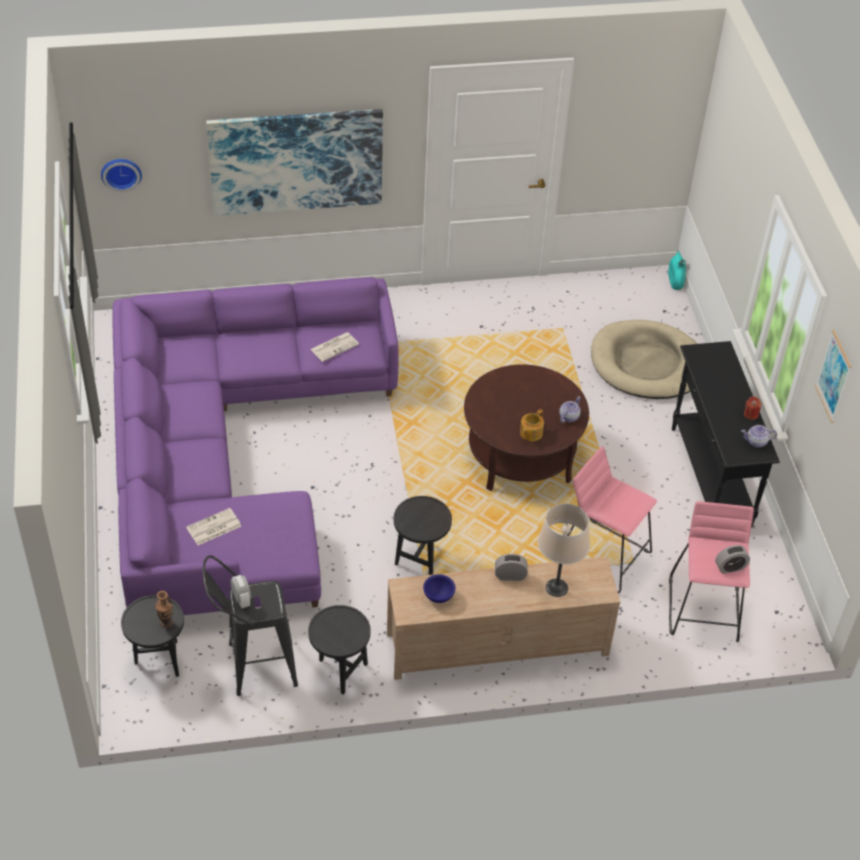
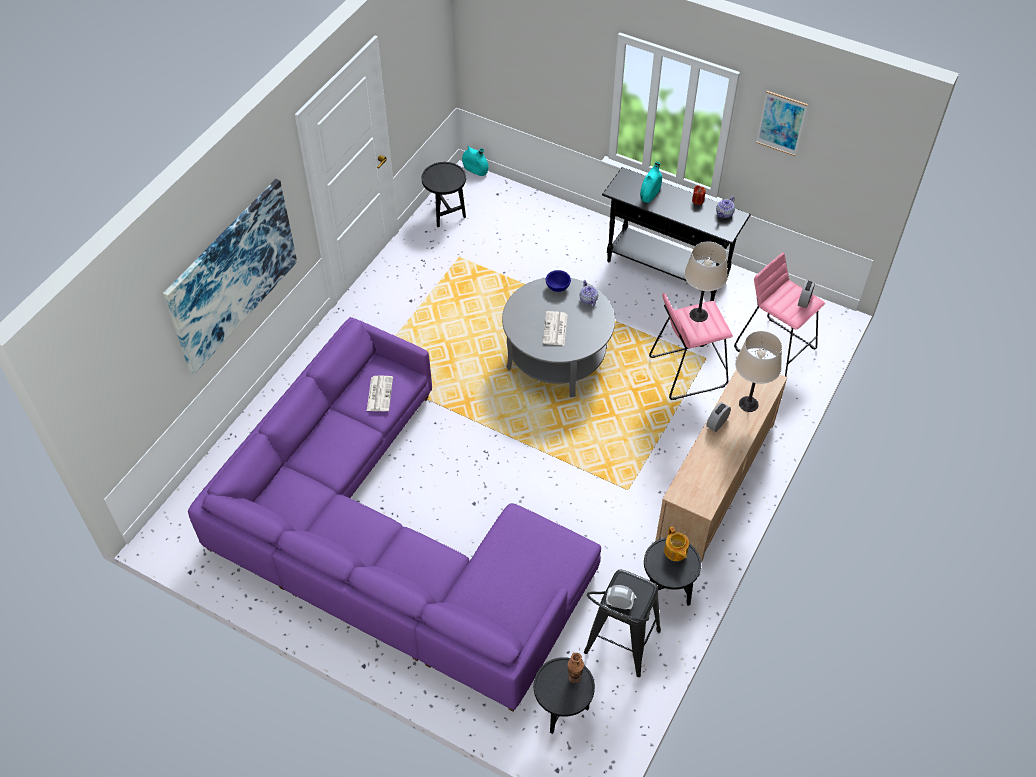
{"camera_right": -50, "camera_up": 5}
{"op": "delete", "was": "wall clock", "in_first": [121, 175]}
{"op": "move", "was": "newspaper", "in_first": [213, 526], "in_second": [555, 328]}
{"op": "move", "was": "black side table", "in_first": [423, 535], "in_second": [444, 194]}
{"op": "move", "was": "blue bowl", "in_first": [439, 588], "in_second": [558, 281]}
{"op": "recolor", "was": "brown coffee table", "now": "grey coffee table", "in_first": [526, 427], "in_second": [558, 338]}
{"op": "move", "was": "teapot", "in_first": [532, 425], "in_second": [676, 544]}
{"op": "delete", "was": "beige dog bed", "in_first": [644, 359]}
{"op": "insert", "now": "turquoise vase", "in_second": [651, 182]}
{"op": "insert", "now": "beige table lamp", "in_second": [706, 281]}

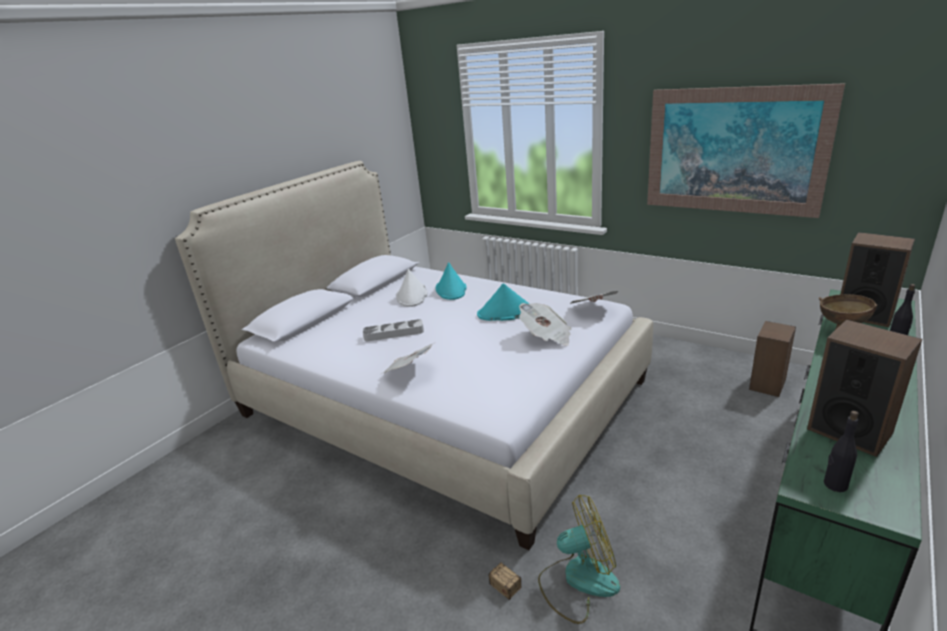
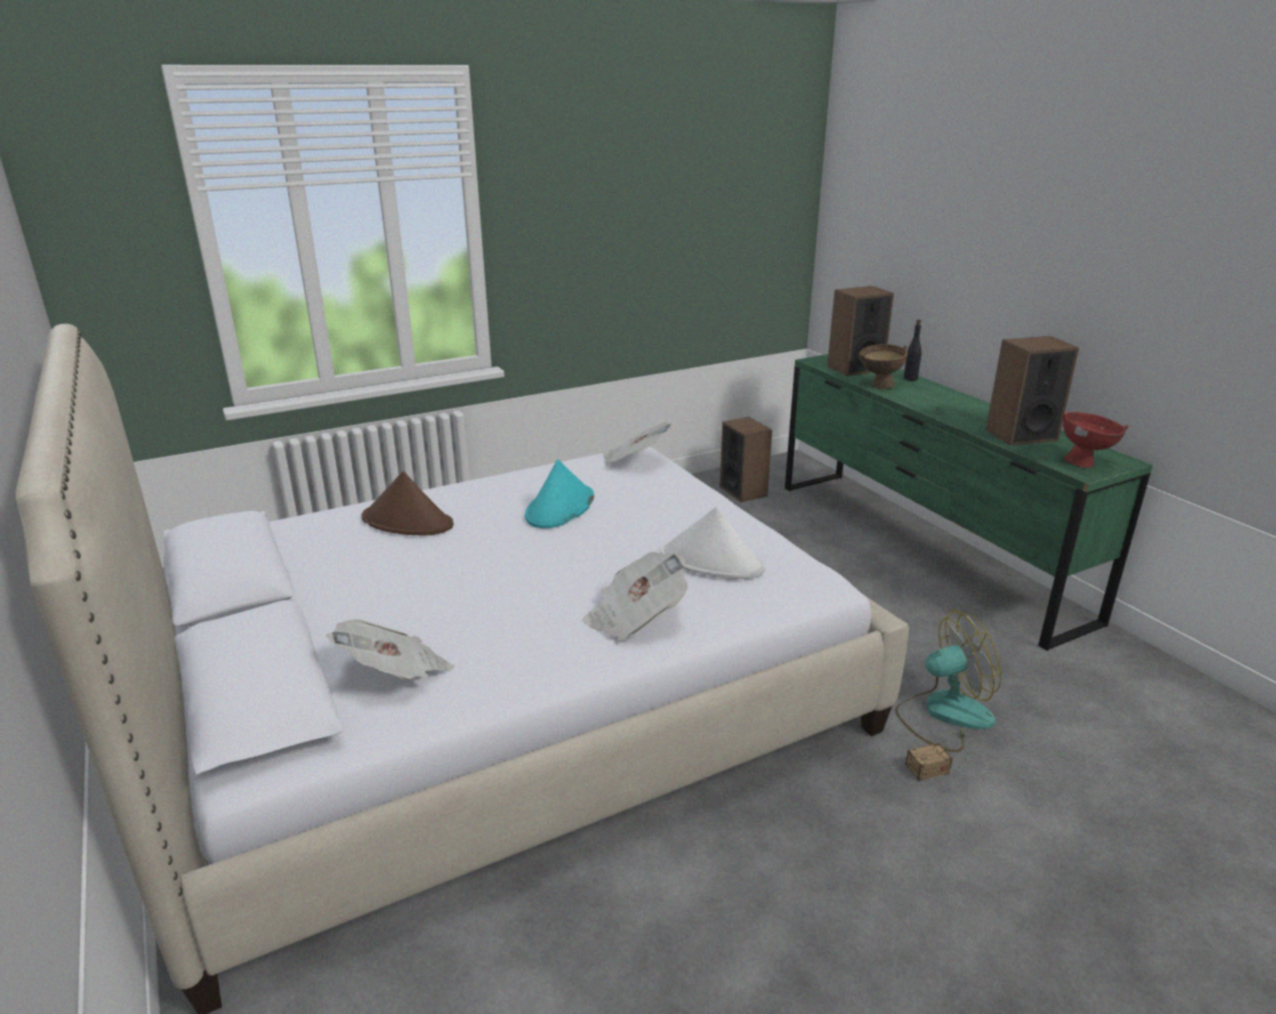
{"camera_right": -65, "camera_up": 0}
{"op": "delete", "was": "grey tray", "in_first": [393, 330]}
{"op": "move", "was": "white hat", "in_first": [412, 288], "in_second": [712, 543]}
{"op": "recolor", "was": "turquoise hat", "now": "brown hat", "in_first": [451, 281], "in_second": [407, 503]}
{"op": "move", "was": "newspaper", "in_first": [545, 324], "in_second": [390, 649]}
{"op": "rotate", "was": "fan", "in_first": [579, 559], "in_second": [948, 681], "clockwise": 60}
{"op": "delete", "was": "picture", "in_first": [746, 150]}
{"op": "replace", "was": "black bottle", "now": "red bowl", "in_first": [841, 451], "in_second": [1096, 440]}

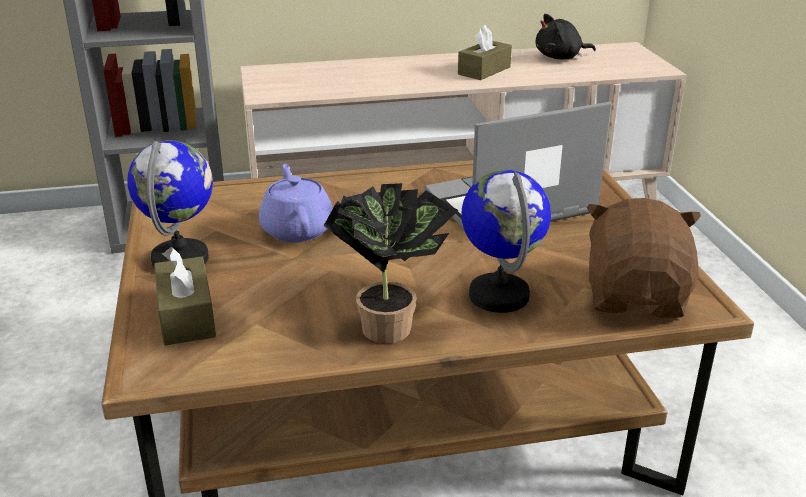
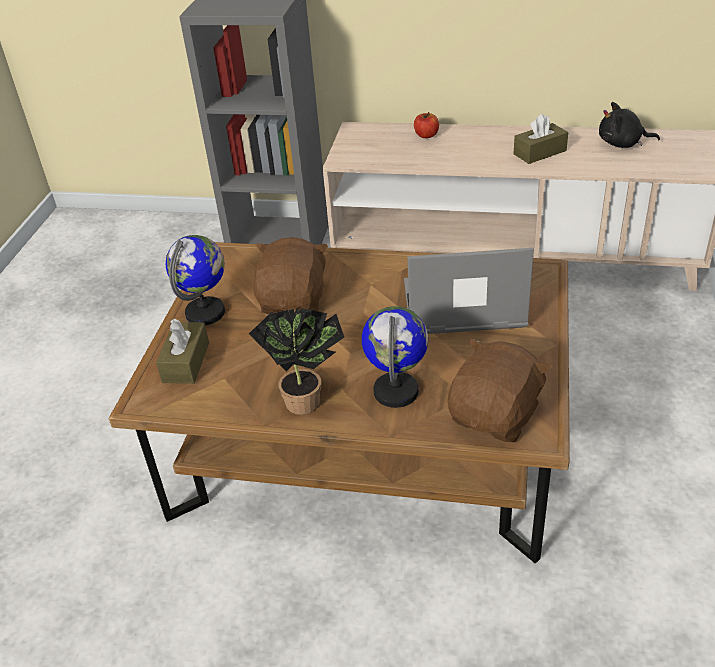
{"camera_right": 25, "camera_up": 10}
{"op": "replace", "was": "purple teapot", "now": "brown plush toy", "in_first": [296, 203], "in_second": [290, 275]}
{"op": "insert", "now": "apple", "in_second": [426, 125]}

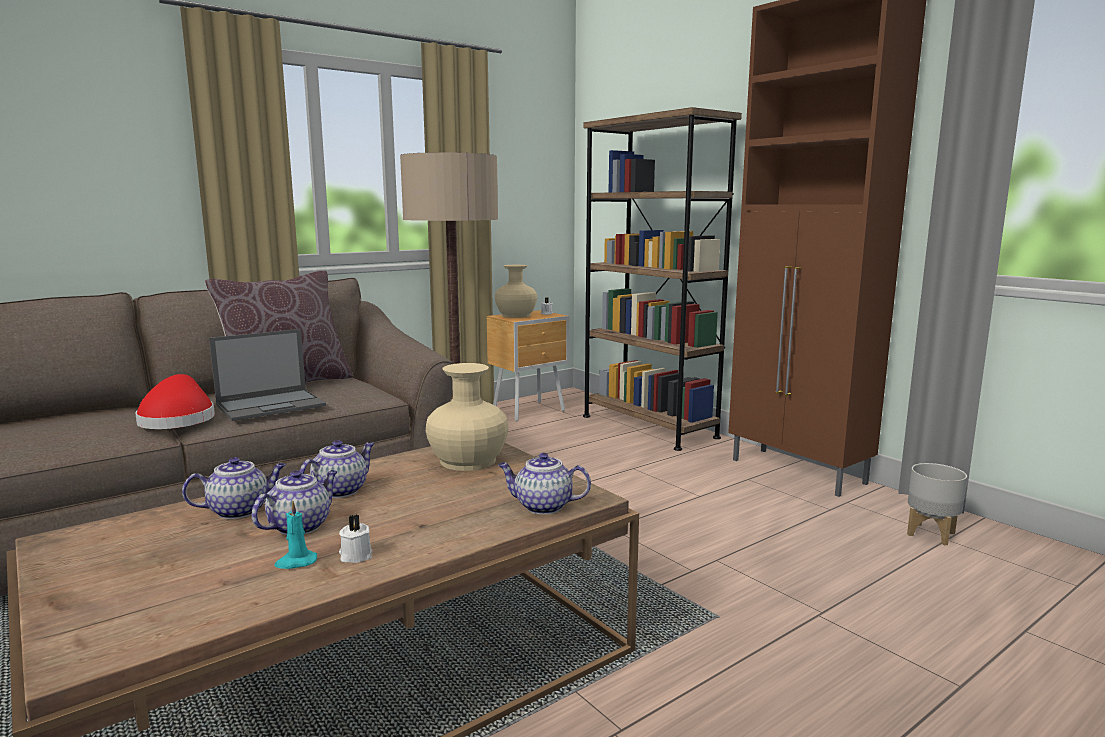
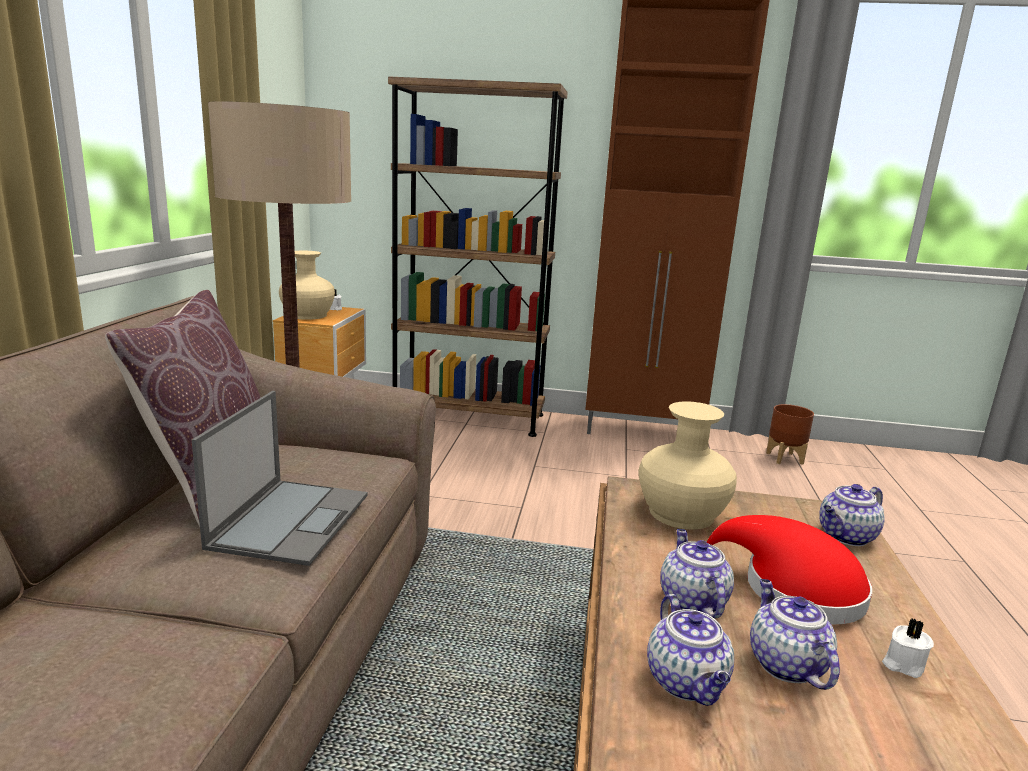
{"camera_right": -45, "camera_up": 5}
{"op": "move", "was": "red hat", "in_first": [175, 401], "in_second": [789, 569]}
{"op": "rotate", "was": "teapot", "in_first": [234, 488], "in_second": [690, 650], "clockwise": 150}
{"op": "delete", "was": "turquoise candle", "in_first": [296, 534]}
{"op": "recolor", "was": "grey planter", "now": "brown planter", "in_first": [937, 504], "in_second": [790, 434]}

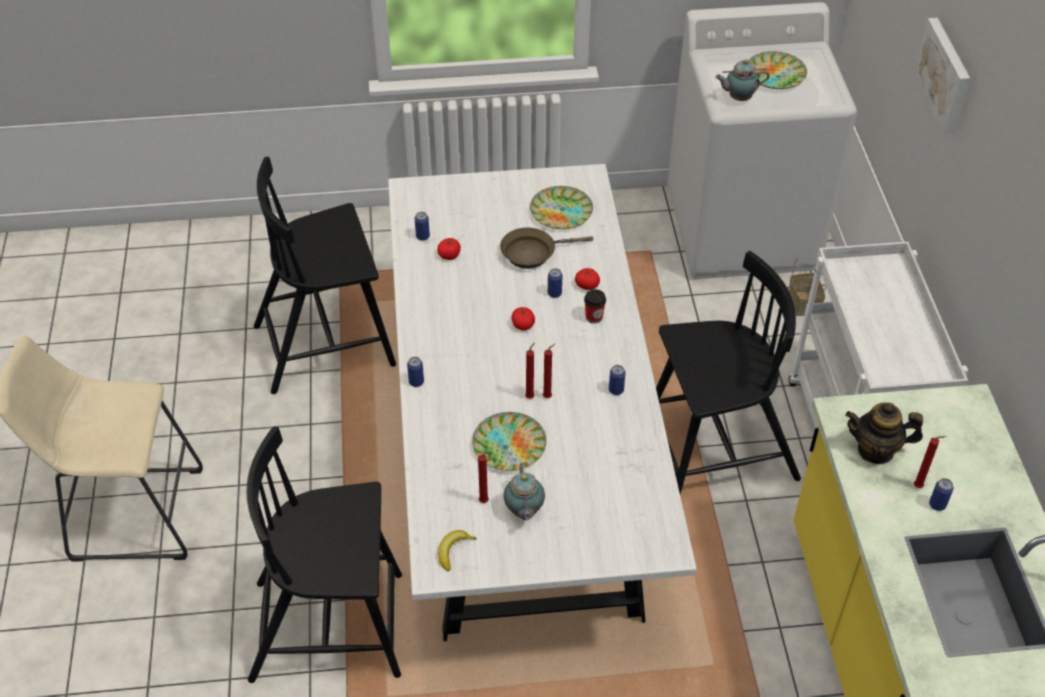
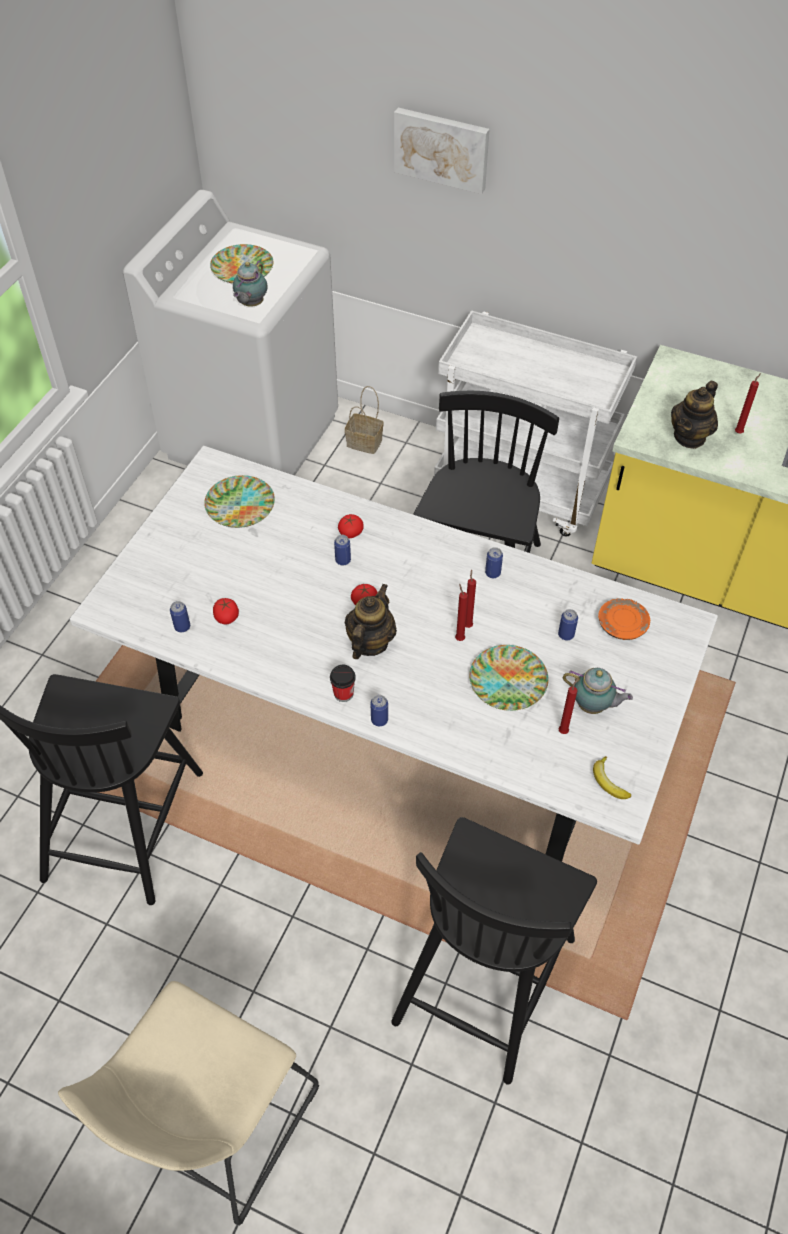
{"camera_right": -60, "camera_up": 5}
{"op": "delete", "was": "brown frying pan", "in_first": [546, 248]}
{"op": "move", "was": "cup", "in_first": [595, 306], "in_second": [343, 683]}
{"op": "move", "was": "can", "in_first": [941, 494], "in_second": [568, 624]}
{"op": "insert", "now": "teapot", "in_second": [371, 621]}
{"op": "insert", "now": "orange plate", "in_second": [624, 619]}

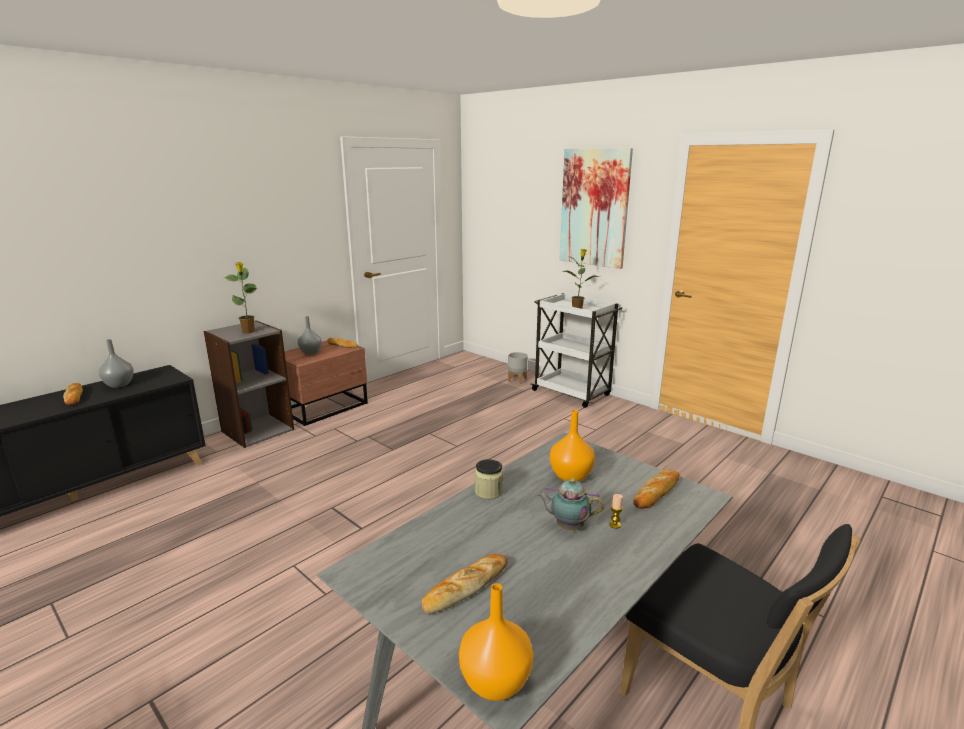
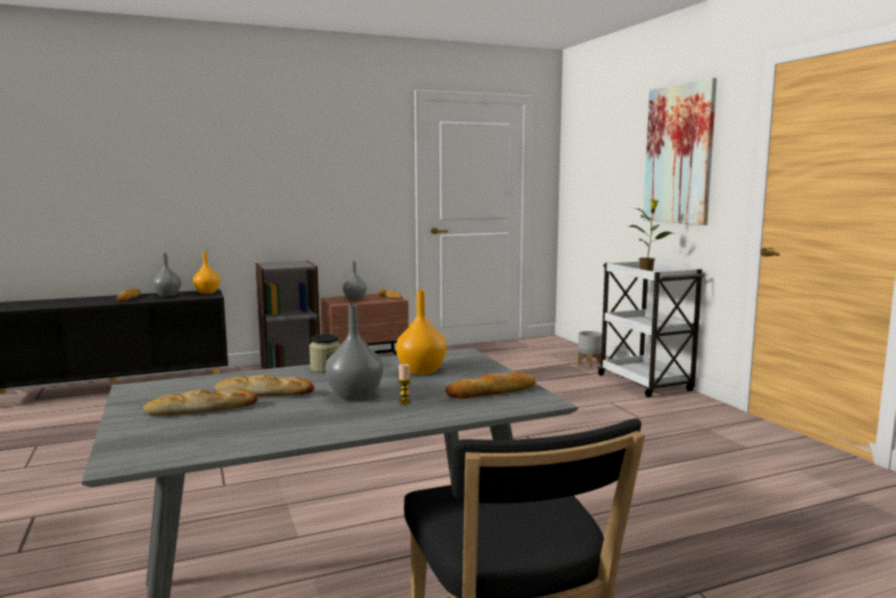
{"camera_right": 25, "camera_up": -10}
{"op": "delete", "was": "potted plant", "in_first": [240, 297]}
{"op": "move", "was": "orange vase", "in_first": [496, 642], "in_second": [206, 272]}
{"op": "replace", "was": "teapot", "now": "grey vase", "in_first": [570, 504], "in_second": [354, 353]}
{"op": "insert", "now": "bread", "in_second": [265, 385]}

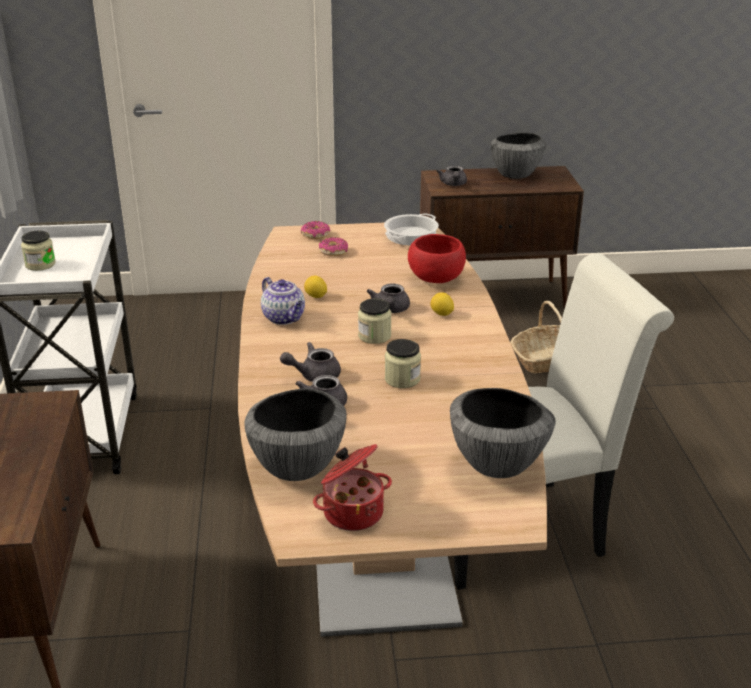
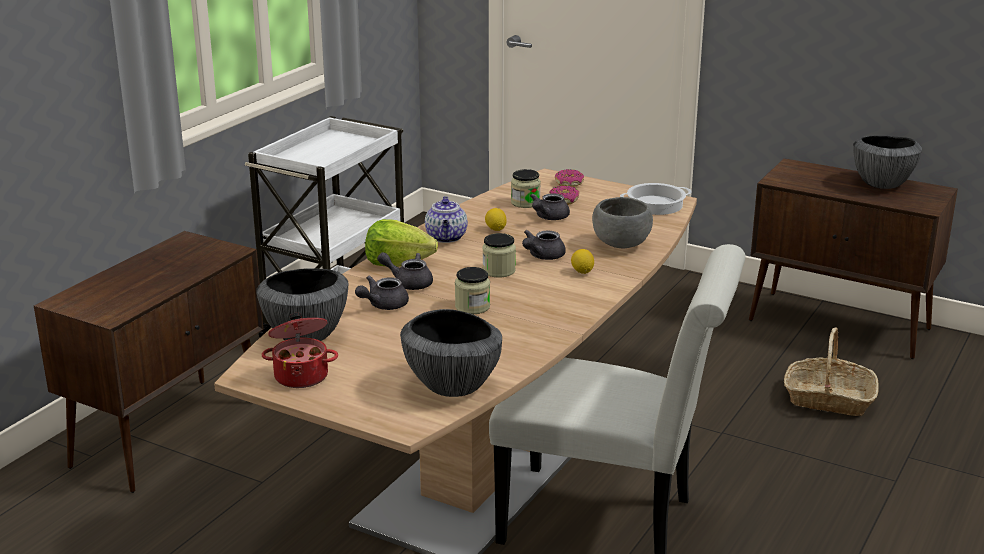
{"camera_right": 35, "camera_up": -5}
{"op": "move", "was": "jar", "in_first": [38, 251], "in_second": [526, 188]}
{"op": "recolor", "was": "red bowl", "now": "grey bowl", "in_first": [437, 258], "in_second": [622, 222]}
{"op": "move", "was": "grey teapot", "in_first": [452, 176], "in_second": [550, 206]}
{"op": "insert", "now": "lettuce", "in_second": [401, 243]}

